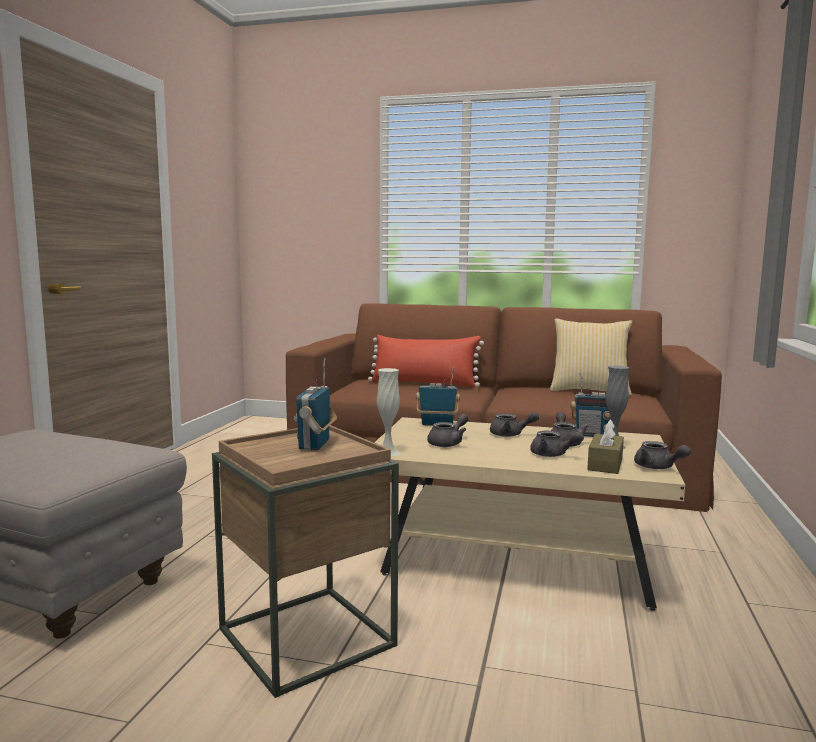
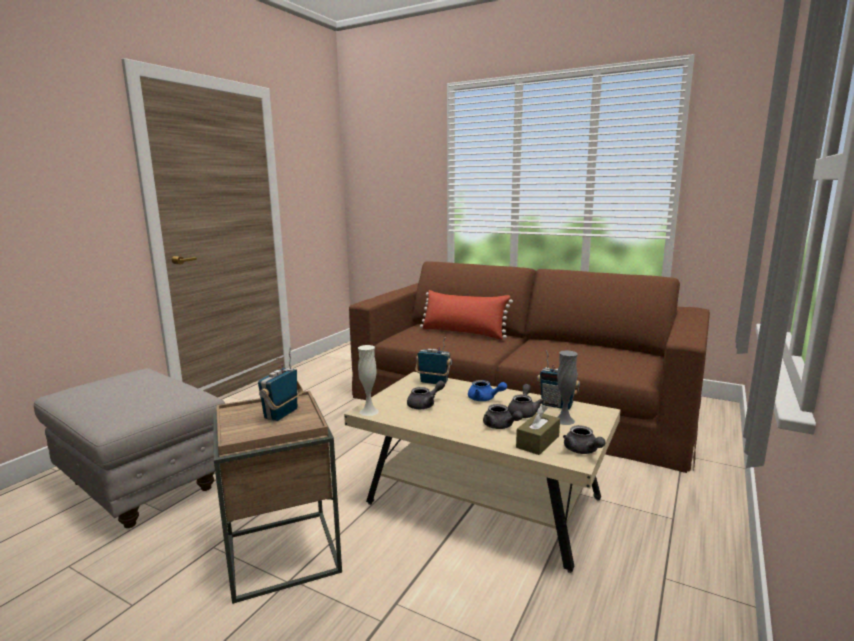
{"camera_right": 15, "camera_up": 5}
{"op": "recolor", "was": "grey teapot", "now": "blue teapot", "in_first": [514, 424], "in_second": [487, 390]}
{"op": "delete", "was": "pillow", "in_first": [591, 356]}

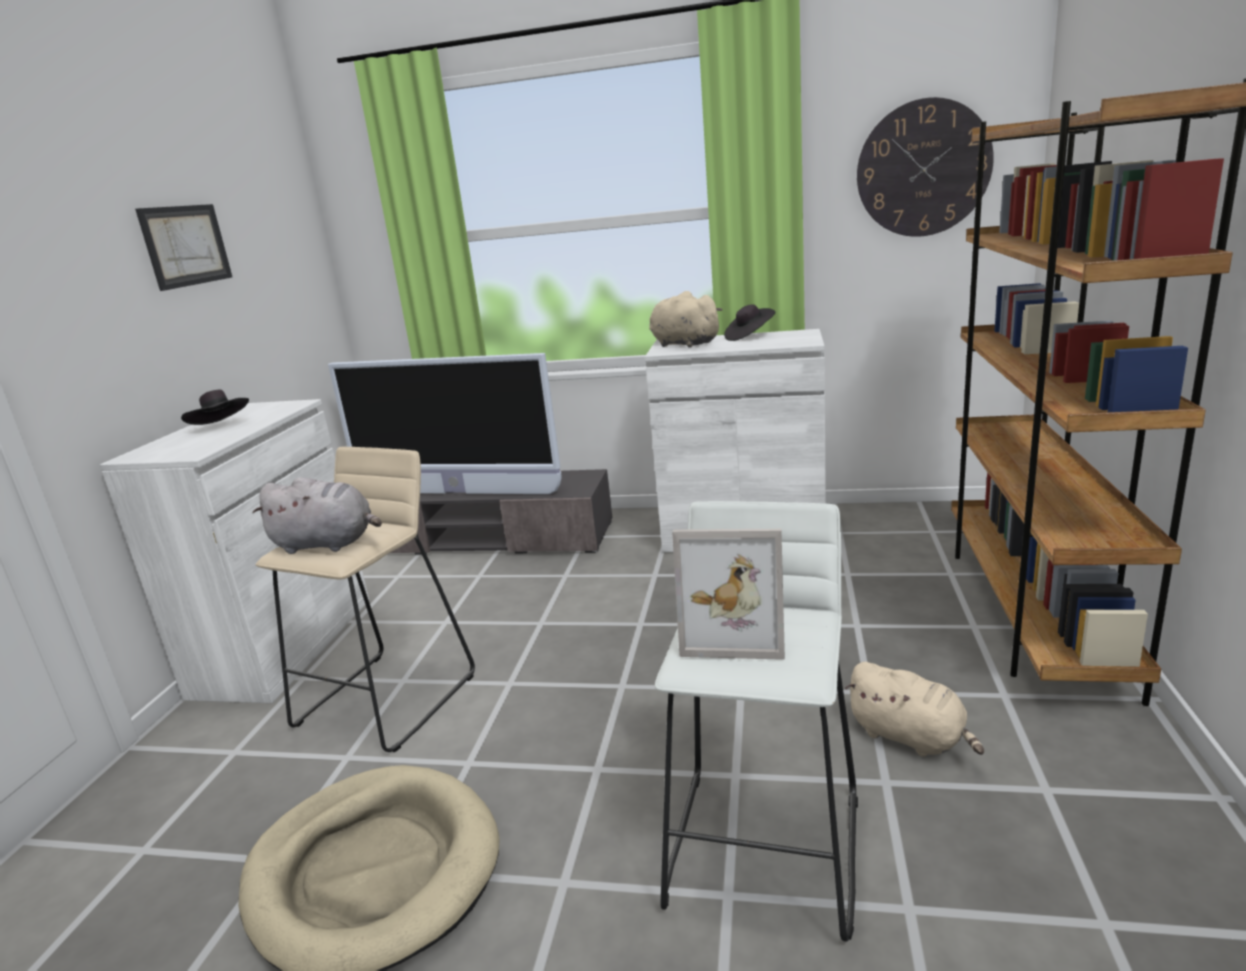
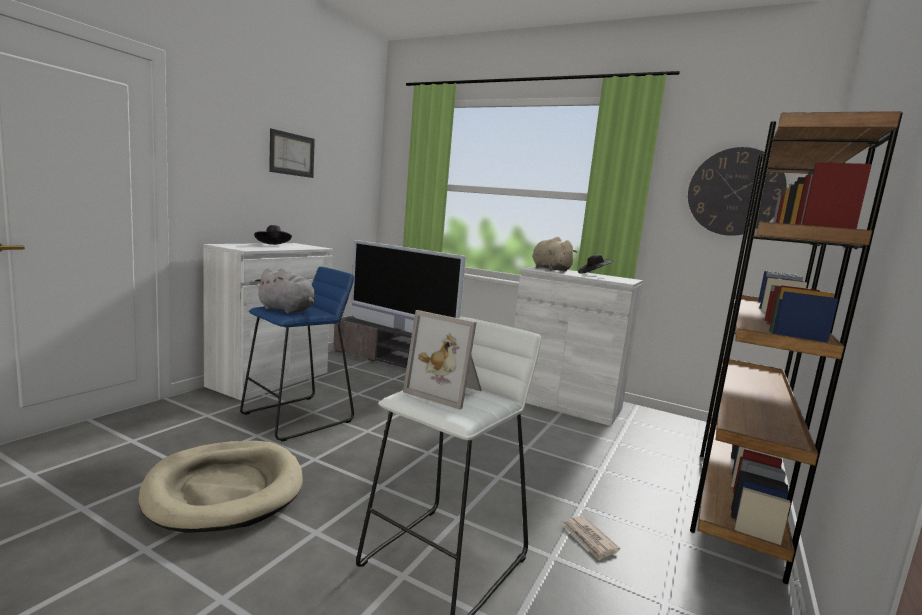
{"camera_right": 15, "camera_up": -10}
{"op": "recolor", "was": "beige stool", "now": "blue stool", "in_first": [365, 600], "in_second": [297, 354]}
{"op": "replace", "was": "beige plush toy", "now": "newspaper", "in_first": [914, 709], "in_second": [591, 538]}

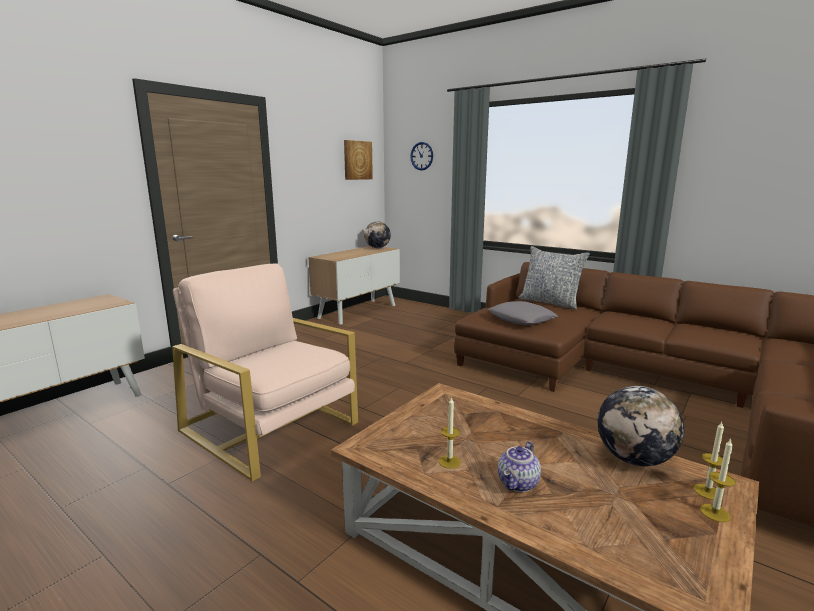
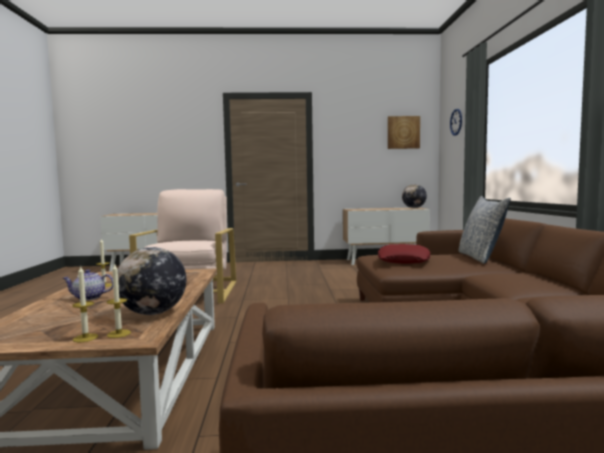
{"camera_right": 50, "camera_up": -10}
{"op": "recolor", "was": "grey pillow", "now": "red pillow", "in_first": [523, 313], "in_second": [404, 254]}

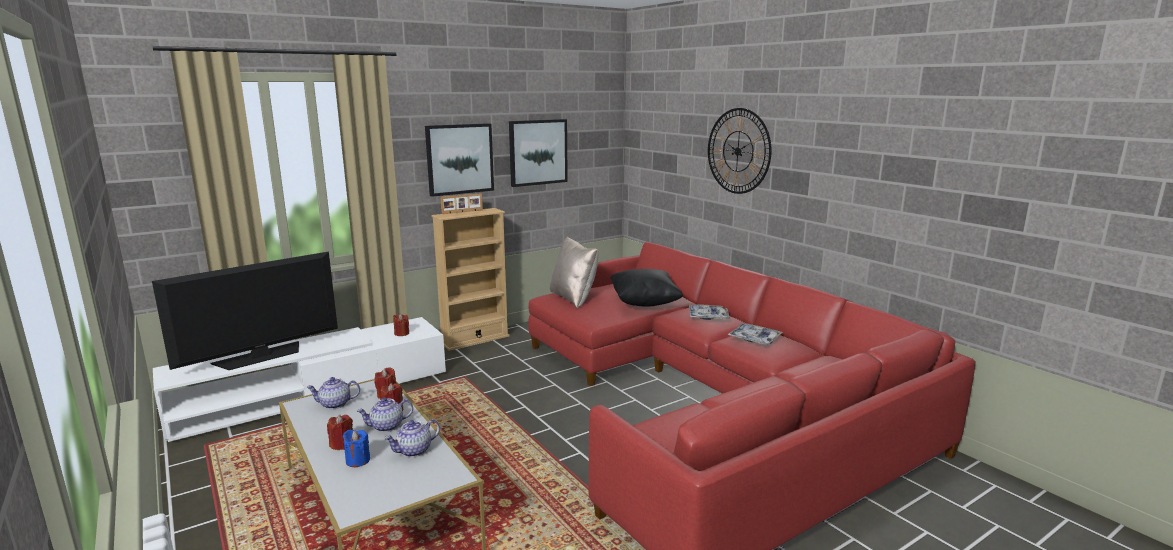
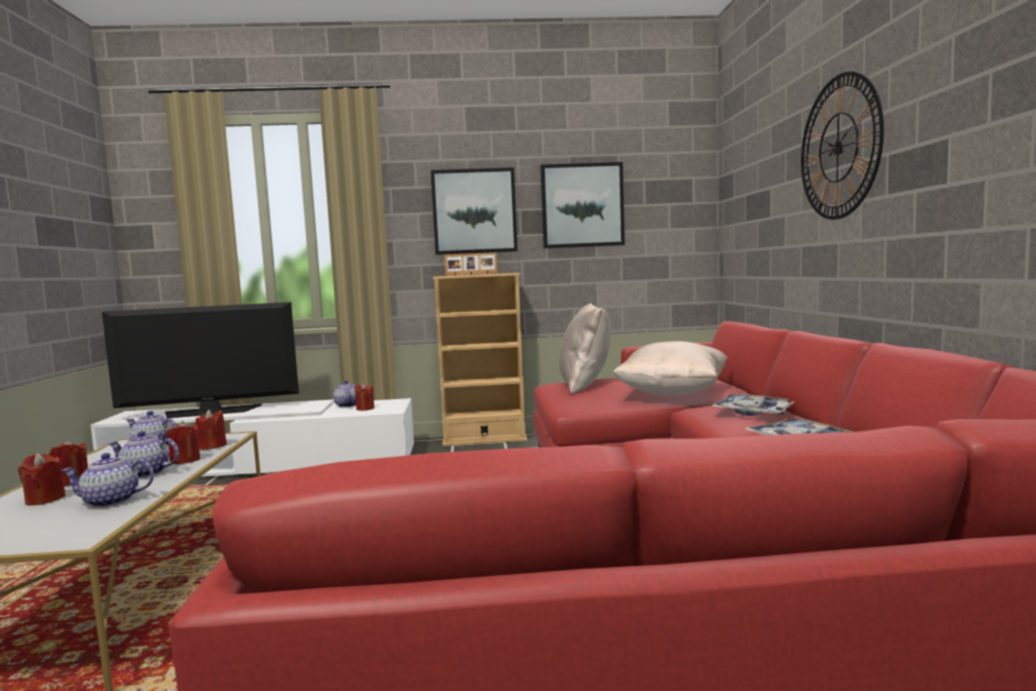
{"camera_right": 30, "camera_up": -10}
{"op": "recolor", "was": "blue candle", "now": "red candle", "in_first": [356, 448], "in_second": [42, 479]}
{"op": "recolor", "was": "black pillow", "now": "beige pillow", "in_first": [646, 287], "in_second": [670, 368]}
{"op": "insert", "now": "teapot", "in_second": [344, 393]}

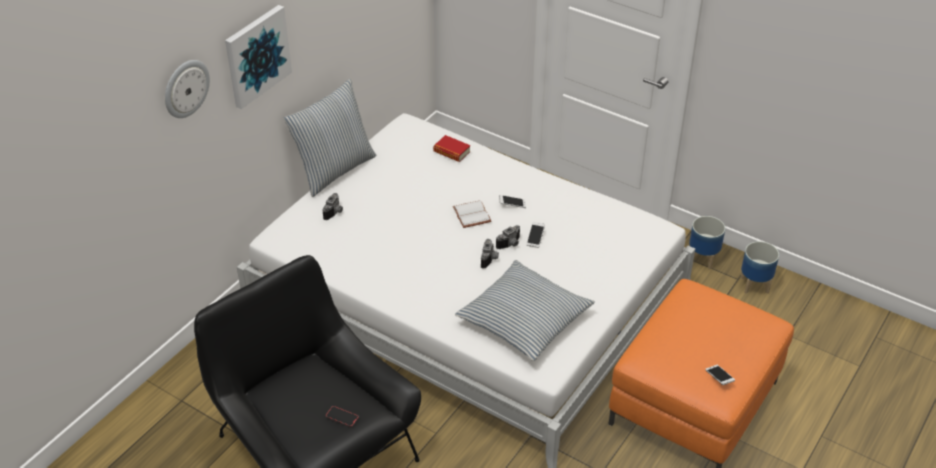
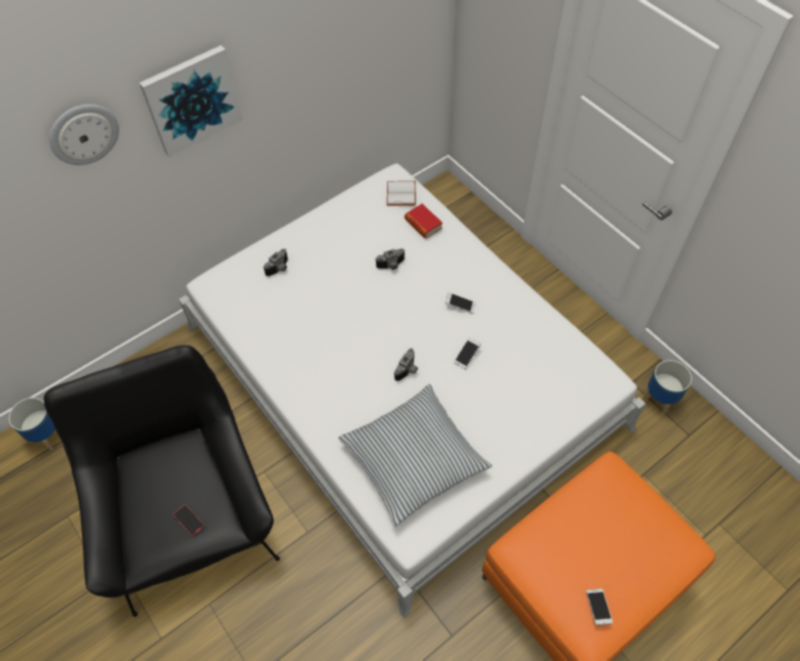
{"camera_right": 20, "camera_up": 15}
{"op": "delete", "was": "pillow", "in_first": [329, 138]}
{"op": "move", "was": "white book", "in_first": [472, 214], "in_second": [401, 193]}
{"op": "move", "was": "photo camera", "in_first": [508, 237], "in_second": [390, 259]}
{"op": "move", "was": "planter", "in_first": [759, 267], "in_second": [32, 424]}

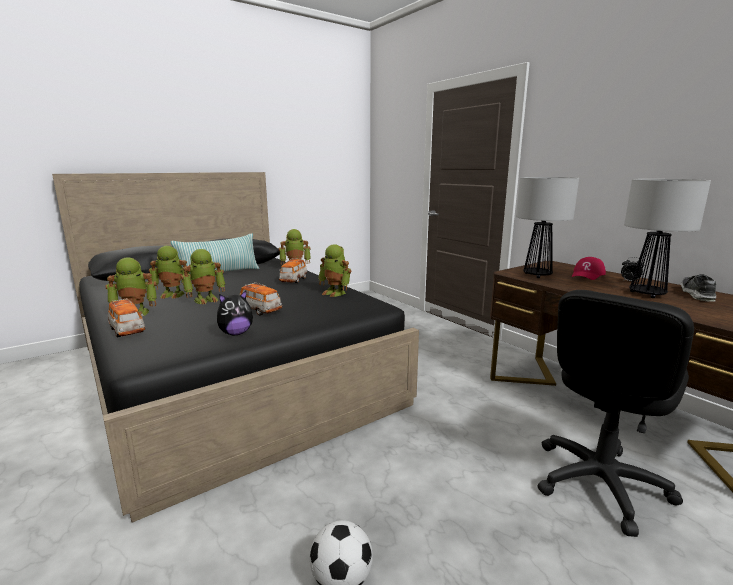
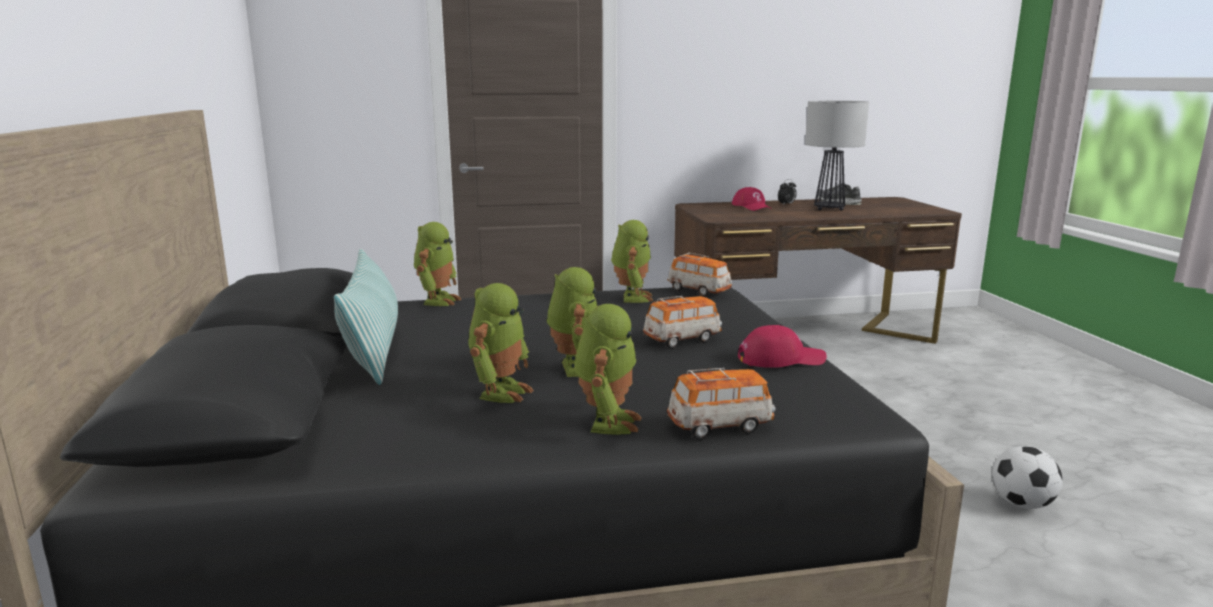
{"camera_right": -65, "camera_up": 0}
{"op": "replace", "was": "plush toy", "now": "red cap", "in_first": [235, 312], "in_second": [782, 346]}
{"op": "move", "was": "toy car", "in_first": [293, 270], "in_second": [699, 274]}
{"op": "rotate", "was": "toy robot", "in_first": [335, 270], "in_second": [632, 261], "clockwise": -60}
{"op": "delete", "was": "table lamp", "in_first": [547, 227]}
{"op": "delete", "was": "black office chair", "in_first": [616, 413]}

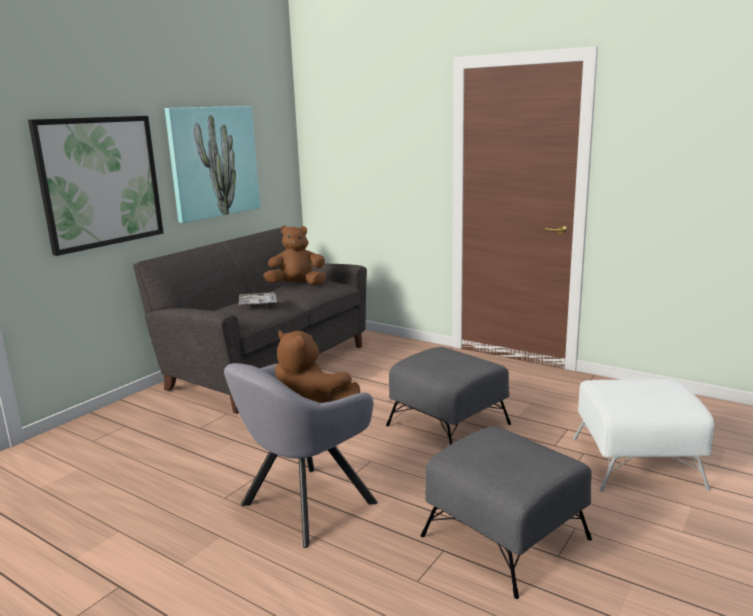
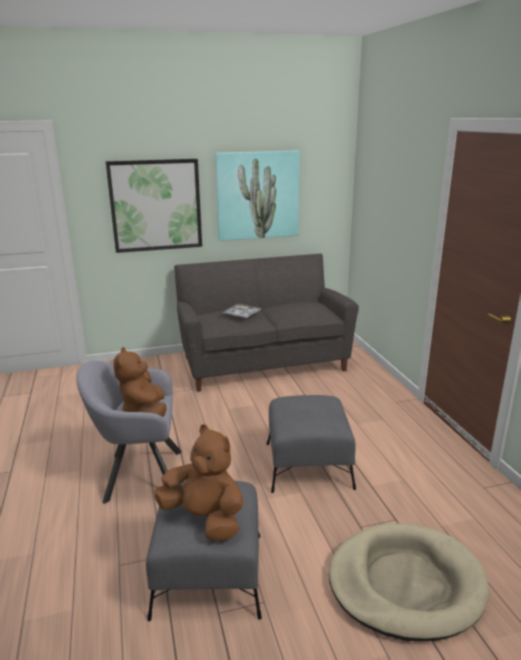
{"camera_right": 40, "camera_up": 5}
{"op": "move", "was": "brown plush toy", "in_first": [294, 255], "in_second": [199, 483]}
{"op": "replace", "was": "white ottoman", "now": "beige dog bed", "in_first": [643, 435], "in_second": [409, 582]}

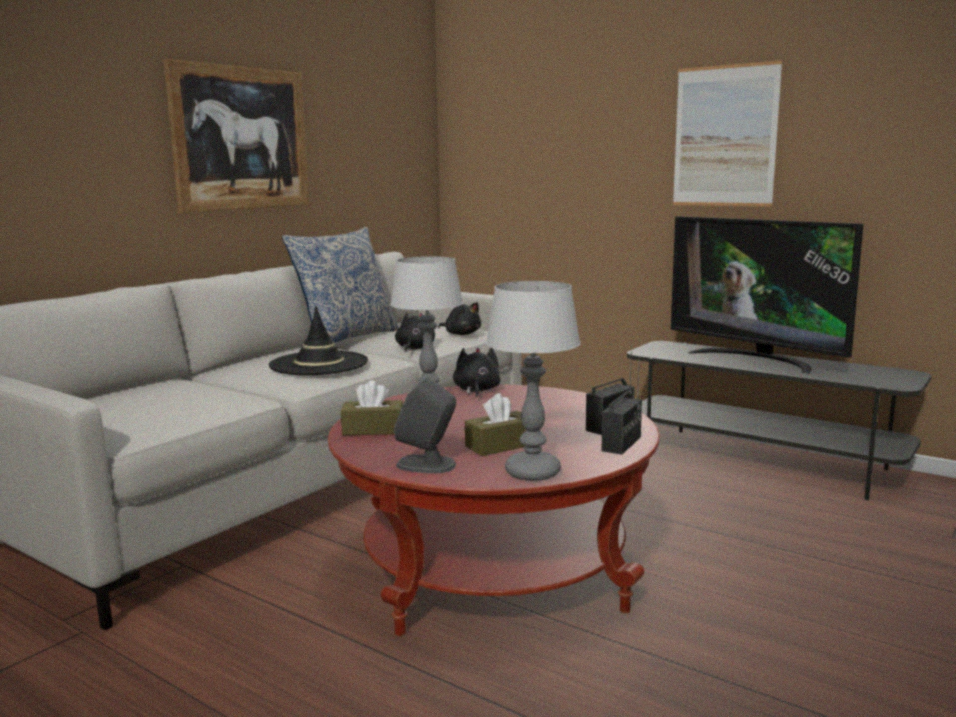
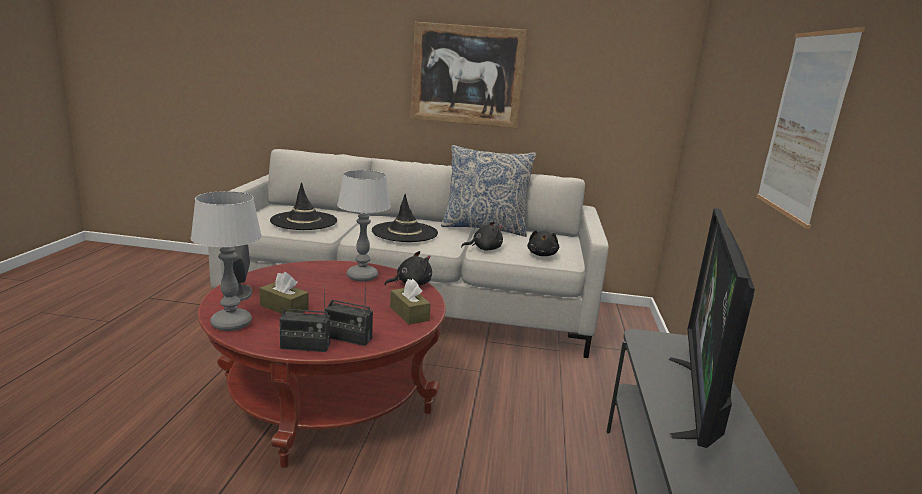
{"camera_right": 60, "camera_up": 5}
{"op": "move", "was": "brown tissue box", "in_first": [372, 408], "in_second": [410, 302]}
{"op": "insert", "now": "black hat", "in_second": [303, 206]}

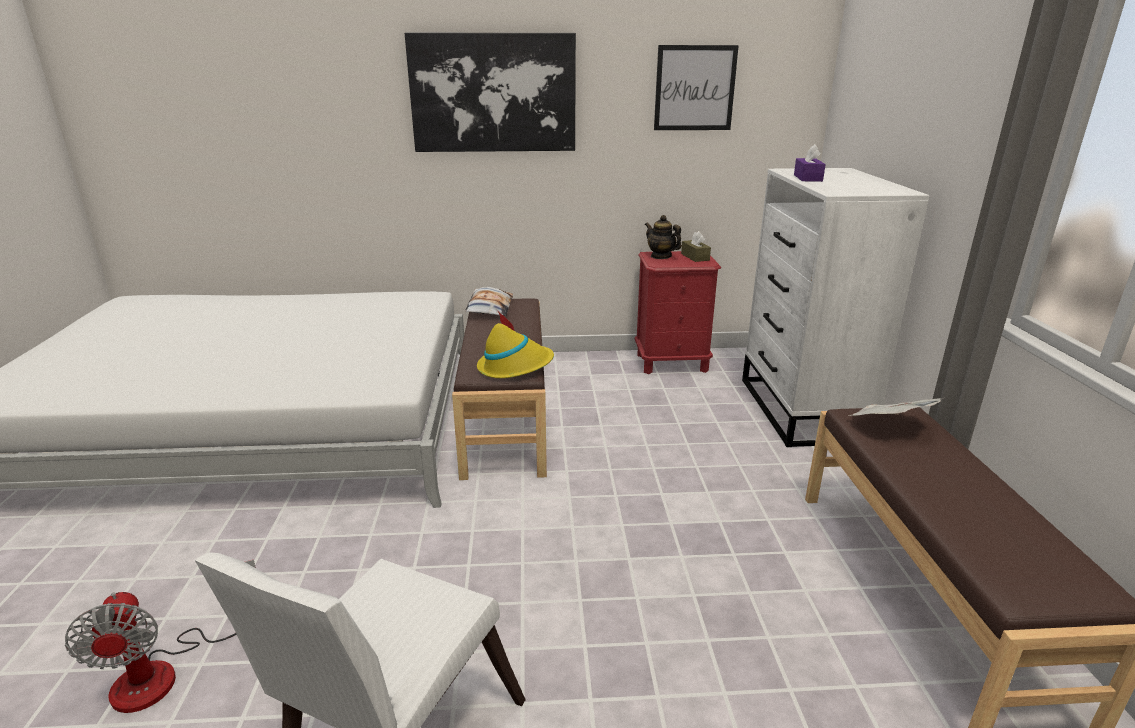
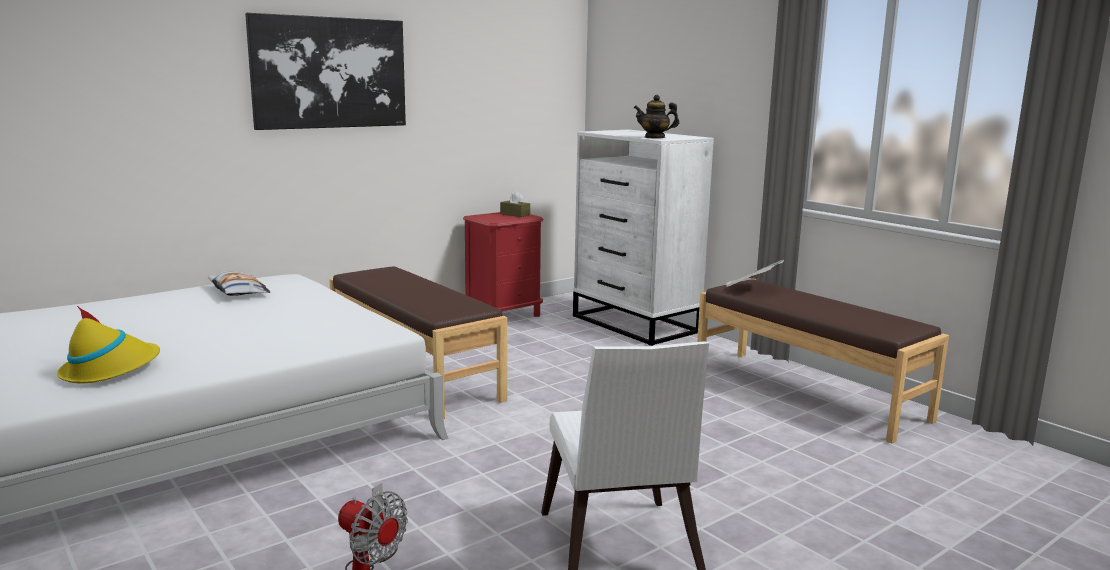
{"camera_right": -35, "camera_up": -10}
{"op": "move", "was": "pillow", "in_first": [489, 301], "in_second": [239, 283]}
{"op": "move", "was": "yellow hat", "in_first": [515, 344], "in_second": [108, 344]}
{"op": "move", "was": "teapot", "in_first": [663, 237], "in_second": [656, 117]}
{"op": "delete", "was": "picture", "in_first": [696, 87]}
{"op": "delete", "was": "purple tissue box", "in_first": [810, 163]}

